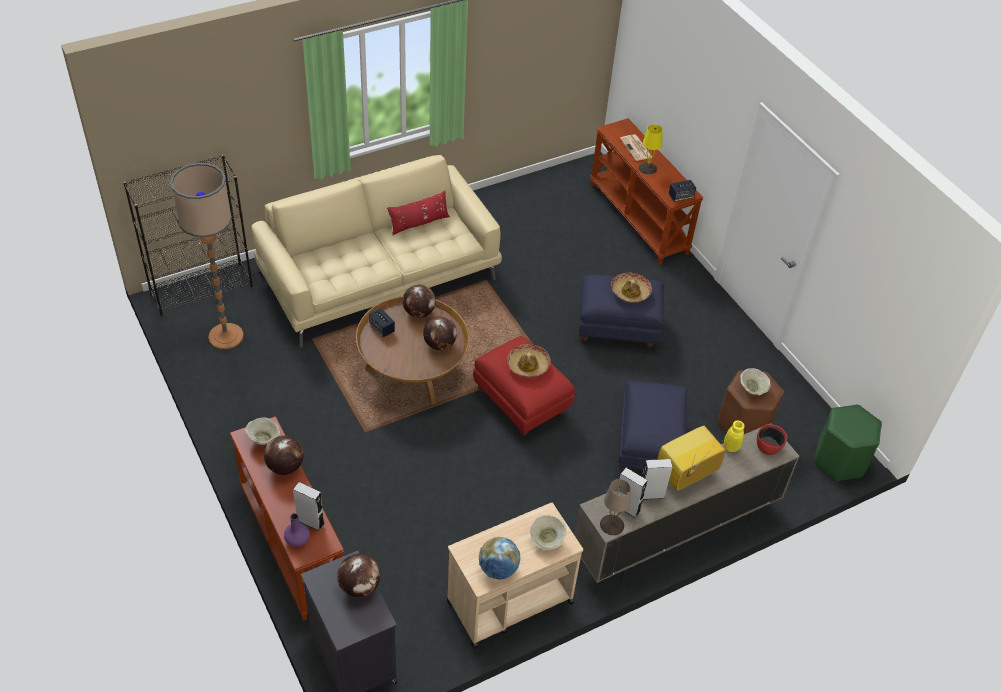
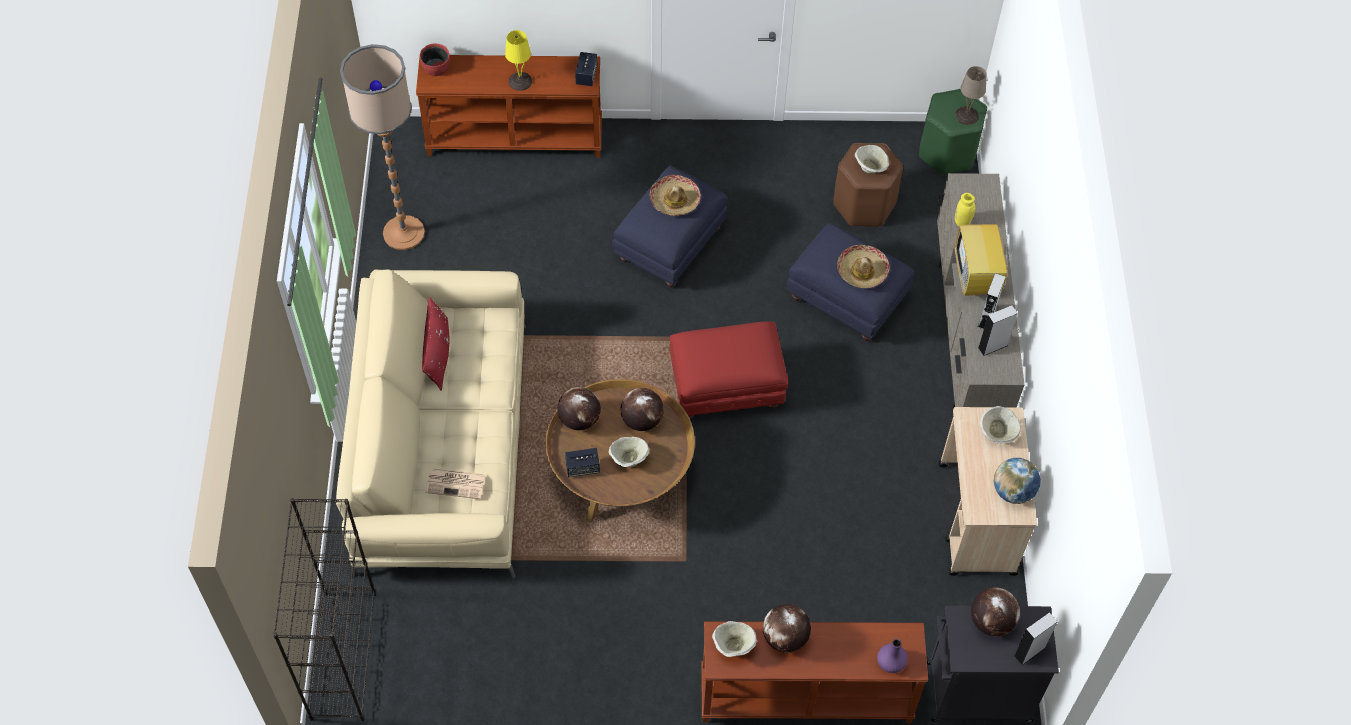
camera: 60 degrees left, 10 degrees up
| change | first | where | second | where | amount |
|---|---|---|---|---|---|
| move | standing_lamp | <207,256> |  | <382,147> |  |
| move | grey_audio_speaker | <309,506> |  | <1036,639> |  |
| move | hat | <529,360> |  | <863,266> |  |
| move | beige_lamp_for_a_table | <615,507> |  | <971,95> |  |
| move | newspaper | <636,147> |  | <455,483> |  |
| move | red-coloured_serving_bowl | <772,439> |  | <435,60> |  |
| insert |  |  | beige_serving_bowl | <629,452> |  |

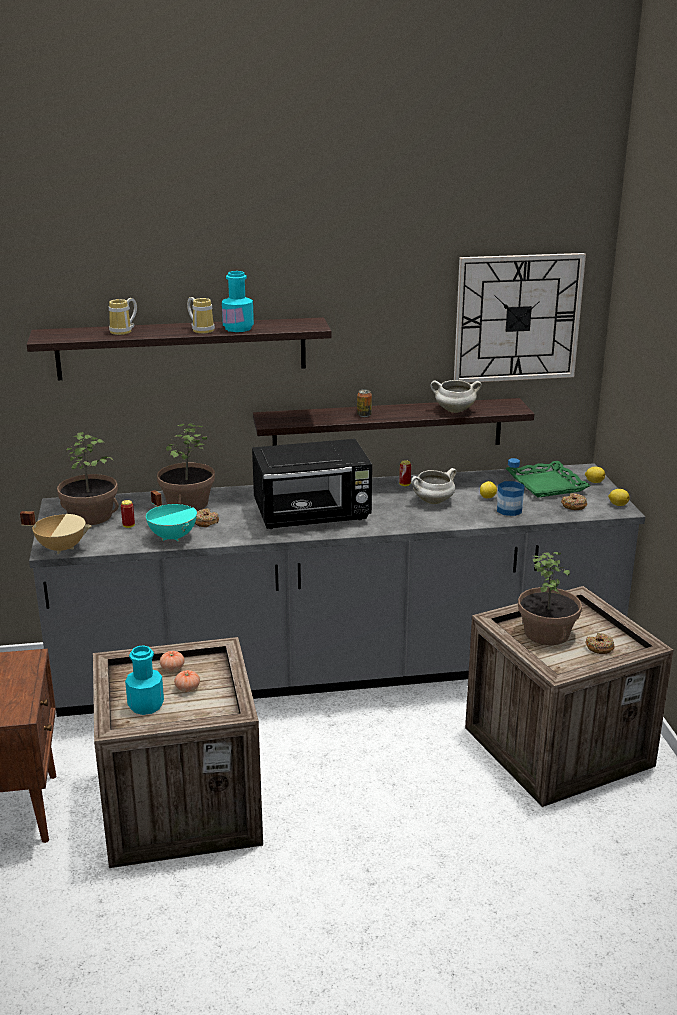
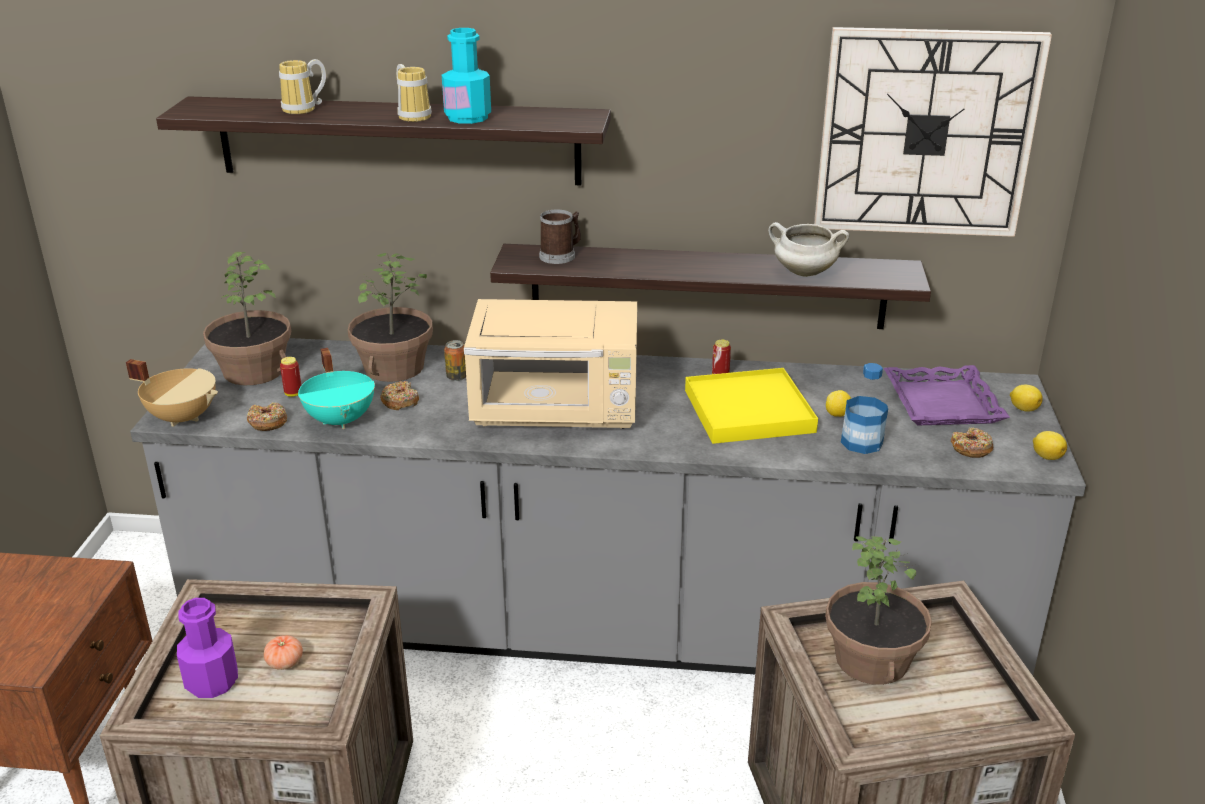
camera: 15 degrees right, 5 degrees up
| change | first | where | second | where | amount |
|---|---|---|---|---|---|
| recolor | blue-green_bottle | <144,680> | purple-coloured_bottle | <207,648> |  |
| delete | tomato | <172,661> |  |  |  |
| recolor | black_kitchen_microwave | <312,484> | beige_kitchen_microwave | <550,364> |  |
| move | metal_can | <364,403> |  | <455,360> |  |
| replace | white_stockpot | <434,486> | yellow-coloured_serving_tray | <751,406> |  |
| recolor | green_serving_tray | <548,479> | purple-coloured_serving_tray | <947,395> |  |
| move | doughnut | <600,643> |  | <267,416> |  |
| insert |  |  | tea_mug | <560,237> |  |

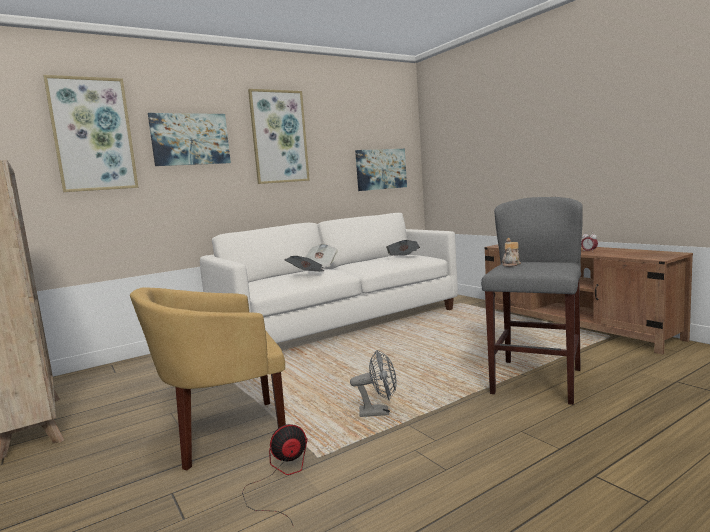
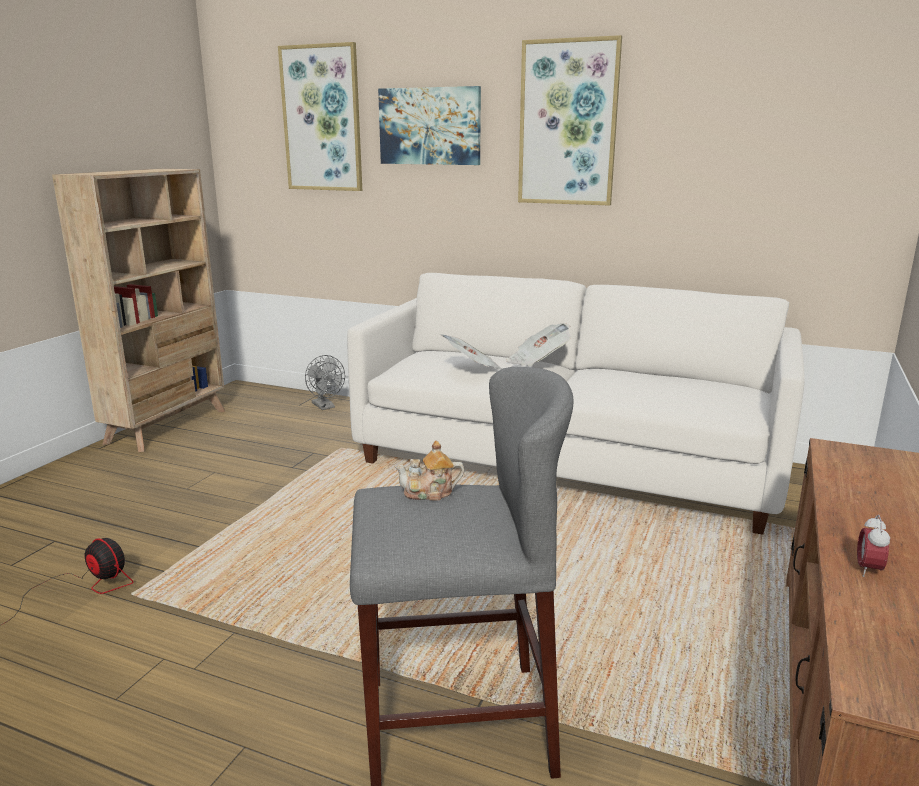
camera: 55 degrees right, 10 degrees up
| change | first | where | second | where | amount |
|---|---|---|---|---|---|
| delete | yellow-coloured_lounge_chair | <208,378> |  |  |  |
| move | grey_cooling_fan | <373,383> |  | <325,382> |  |
| delete | wall_art | <381,170> |  |  |  |
| delete | newspaper | <403,248> |  |  |  |

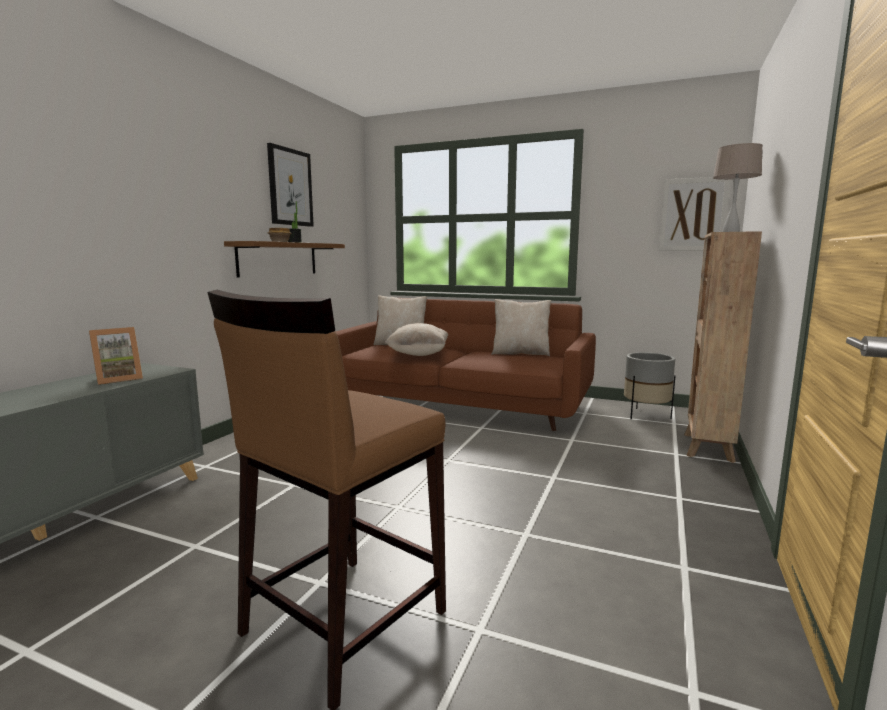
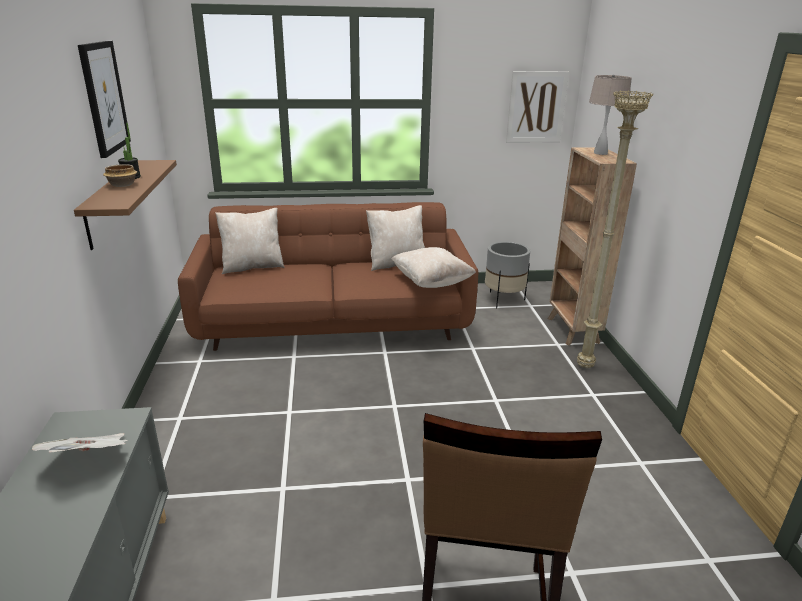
camera: 30 degrees left, 15 degrees up
| change | first | where | second | where | amount |
|---|---|---|---|---|---|
| replace | standing_frame | <116,356> | newspaper | <79,442> |  |
| move | beige_pillow | <416,339> |  | <433,267> |  |
| insert |  |  | beige_standing_lamp | <615,229> |  |

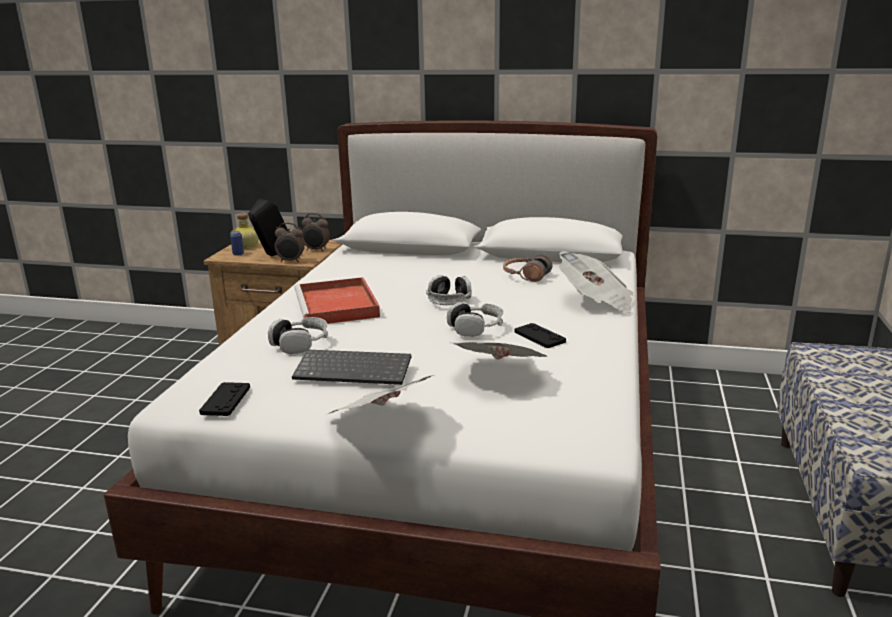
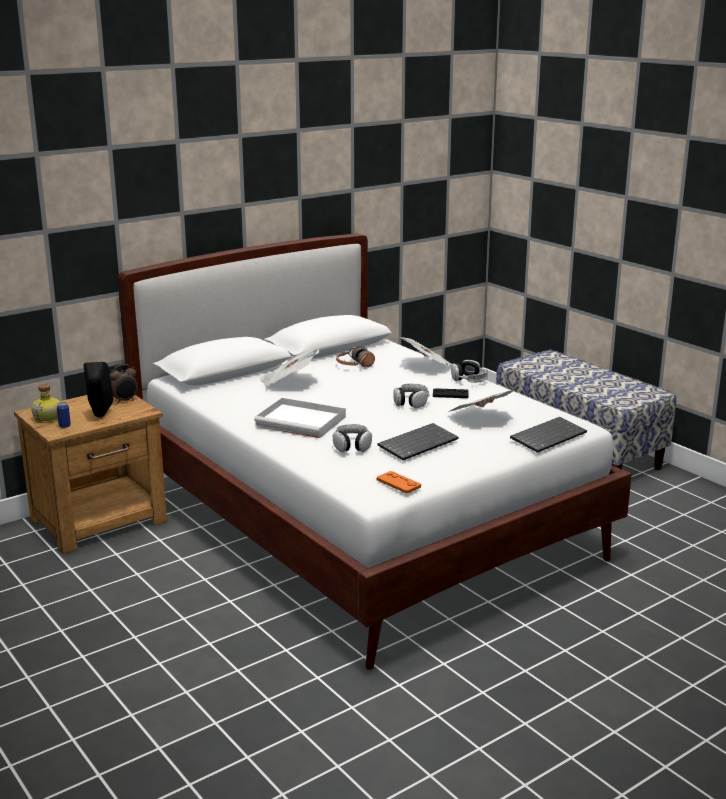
camera: 50 degrees left, 0 degrees up
| change | first | where | second | where | amount |
|---|---|---|---|---|---|
| recolor | black_game_controller | <224,399> | orange-coloured_game_controller | <399,482> |  |
| delete | table_clock | <290,243> |  |  |  |
| recolor | red-coloured_serving_tray | <337,300> | white_serving_tray | <300,417> |  |
| move | newspaper | <381,394> |  | <289,367> |  |
| move | pair_of_headphones | <449,290> |  | <469,371> |  |
| insert |  |  | PC_keyboard | <548,435> |  |

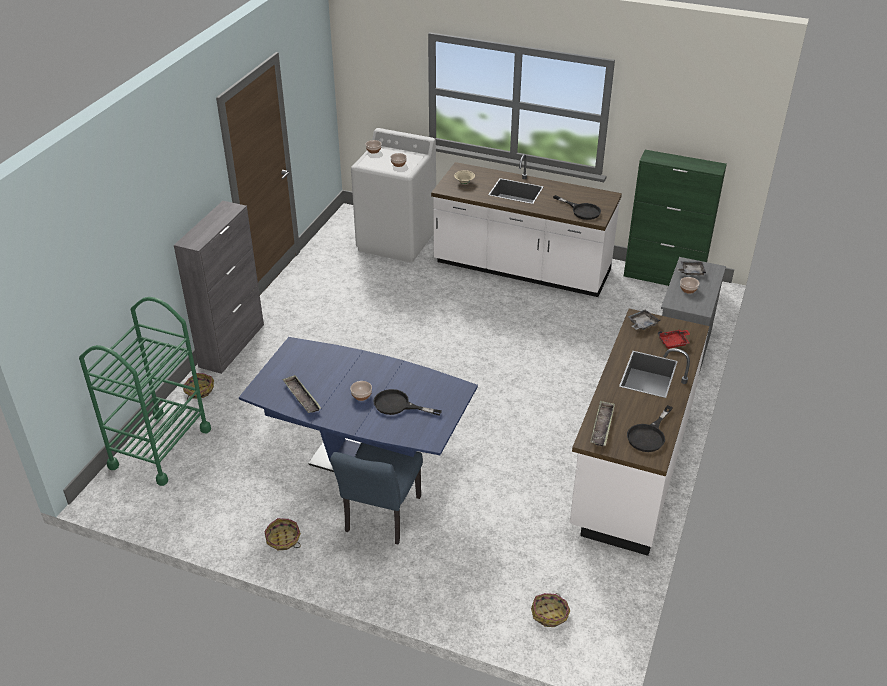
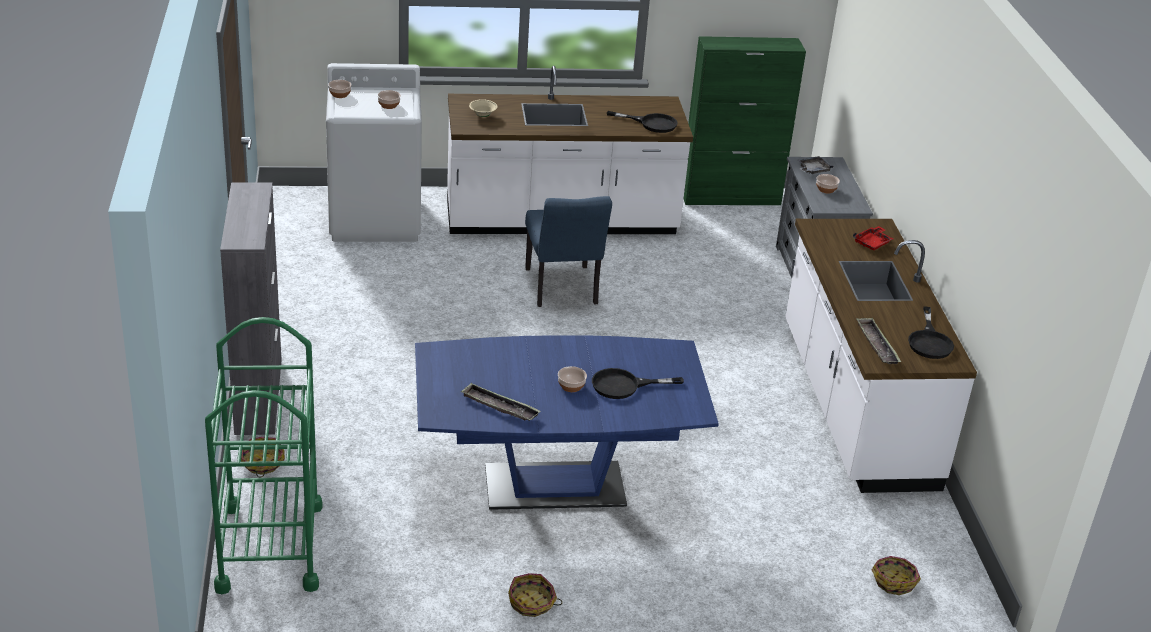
camera: 30 degrees left, 5 degrees down
| change | first | where | second | where | amount |
|---|---|---|---|---|---|
| move | bluish_chair | <376,493> |  | <568,251> |  |
| delete | grey_serving_tray | <644,320> |  |  |  |

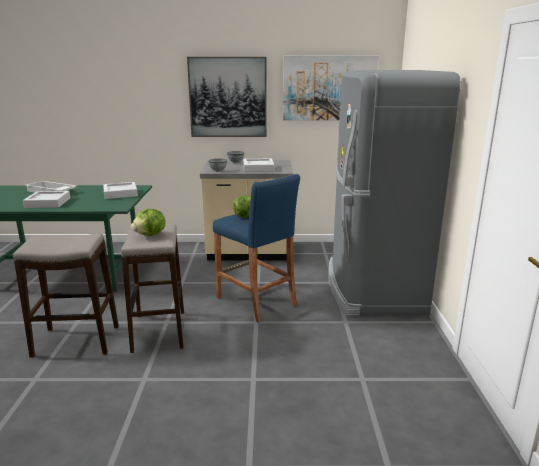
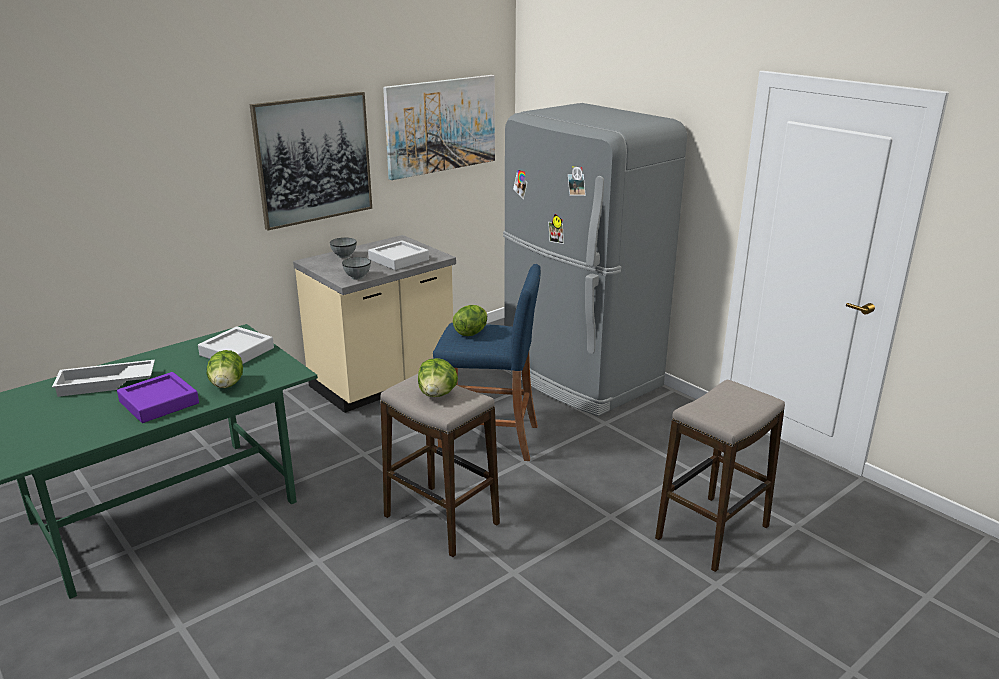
camera: 40 degrees left, 5 degrees up
| change | first | where | second | where | amount |
|---|---|---|---|---|---|
| move | sitting_stool | <66,296> |  | <720,476> |  |
| recolor | grey_serving_tray | <46,199> | purple-coloured_serving_tray | <158,397> |  |
| insert |  |  | lettuce_head | <225,369> |  |

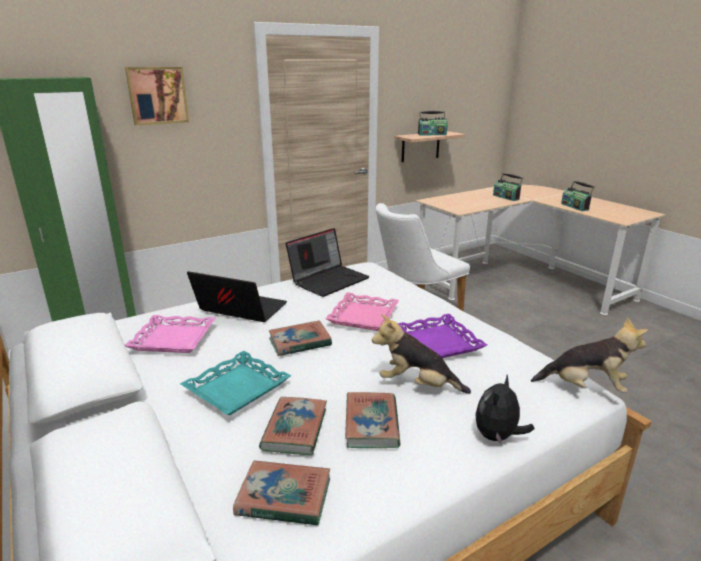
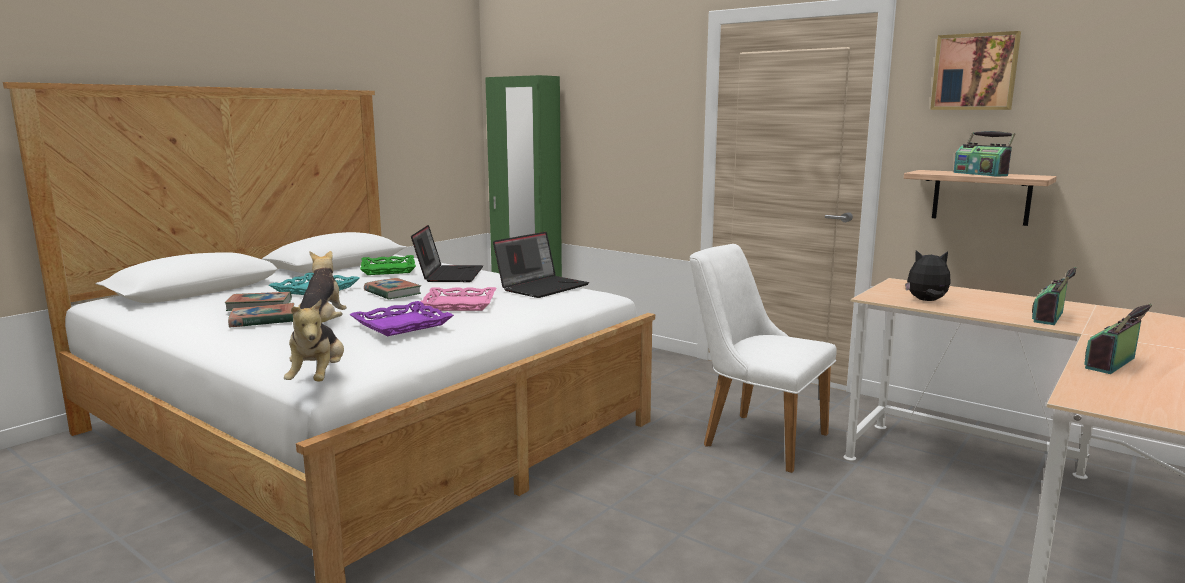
camera: 70 degrees right, 10 degrees down
| change | first | where | second | where | amount |
|---|---|---|---|---|---|
| move | wall_art | <157,96> |  | <975,70> |  |
| recolor | pink_serving_tray | <170,334> | green_serving_tray | <388,265> |  |
| delete | bound_book | <281,493> |  |  |  |
| rotate | notebook_computer | <327,262> |  | <541,265> | 75 degrees counterclockwise |
| move | cuddly_toy | <504,410> |  | <928,275> |  |

